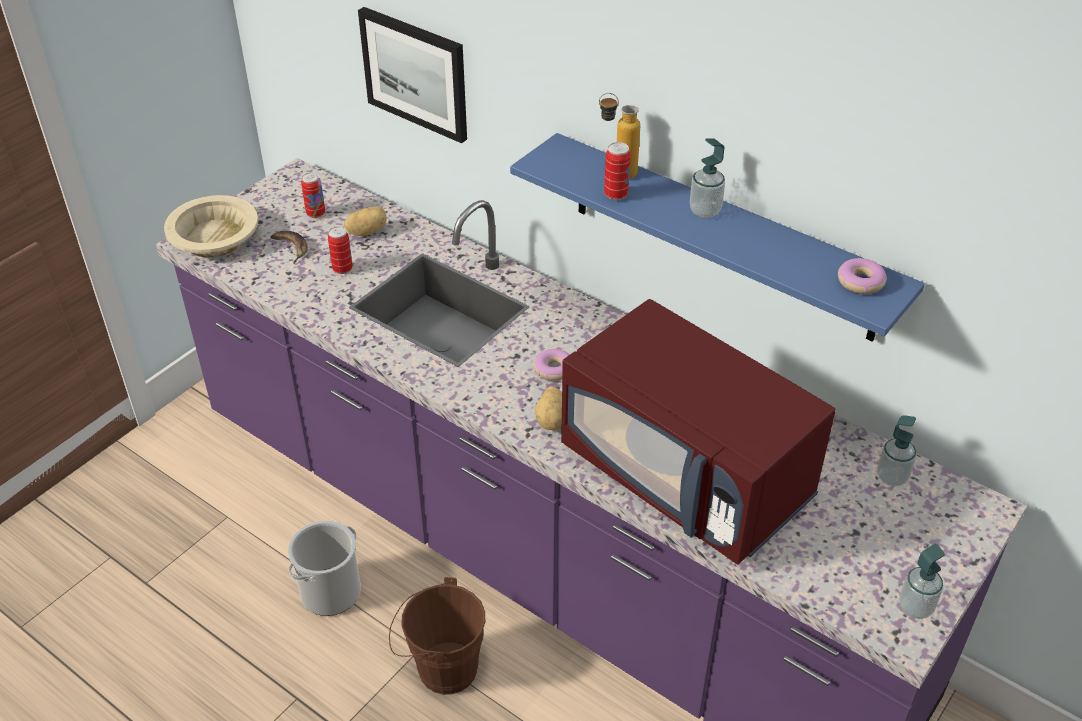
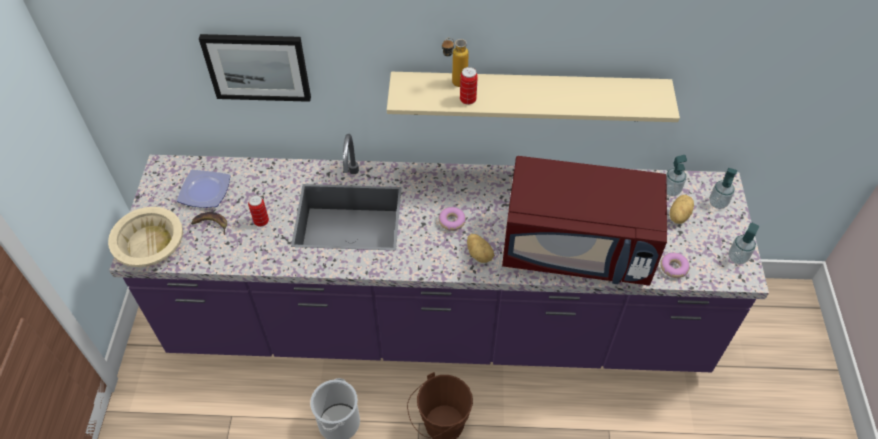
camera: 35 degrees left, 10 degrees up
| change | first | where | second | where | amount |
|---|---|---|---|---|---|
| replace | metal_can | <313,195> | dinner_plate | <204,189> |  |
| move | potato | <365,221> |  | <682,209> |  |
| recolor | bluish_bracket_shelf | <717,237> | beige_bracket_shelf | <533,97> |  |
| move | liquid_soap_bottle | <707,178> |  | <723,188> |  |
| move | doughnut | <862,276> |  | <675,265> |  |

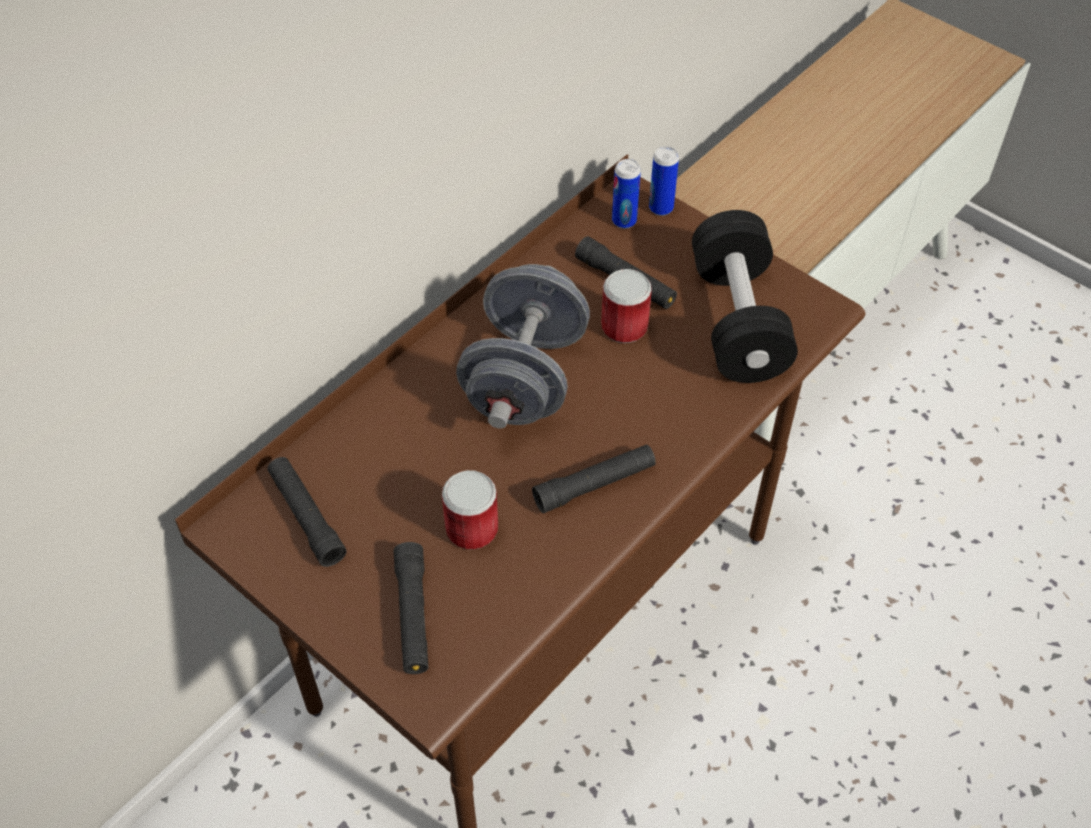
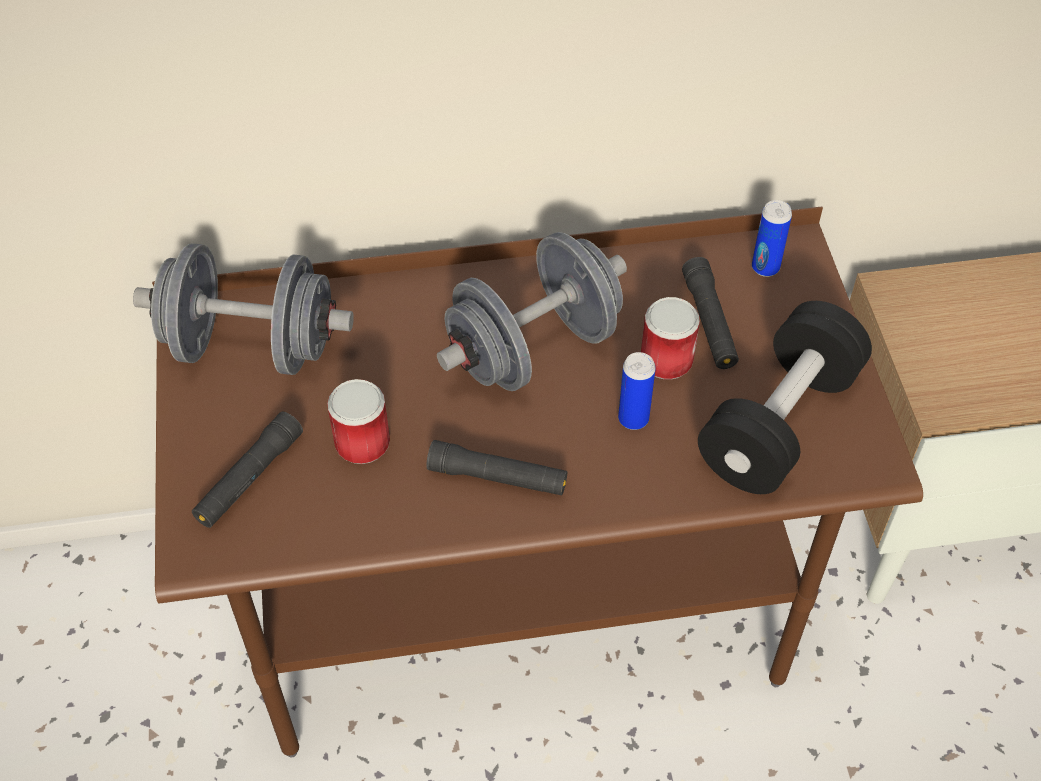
camera: 40 degrees right, 0 degrees up
| change | first | where | second | where | amount |
|---|---|---|---|---|---|
| replace | black_torch | <307,512> | grey_free_weight | <243,309> |  |
| move | metal_can | <664,181> |  | <637,391> |  |

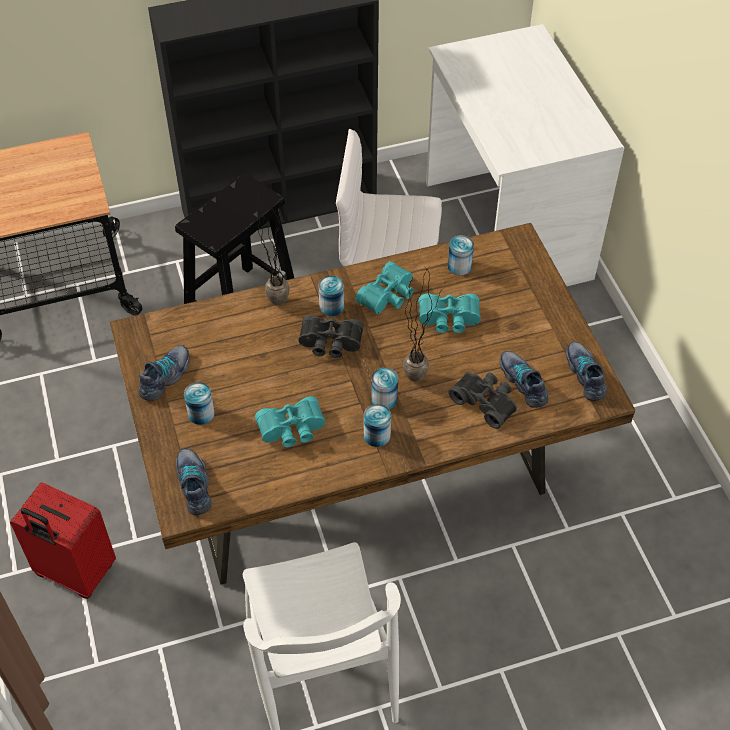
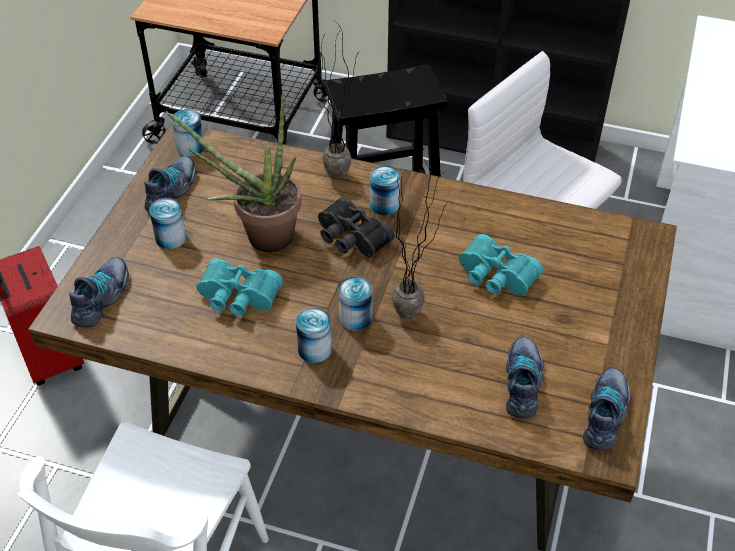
camera: 35 degrees right, 5 degrees down
| change | first | where | second | where | amount |
|---|---|---|---|---|---|
| rotate | shoe | <164,373> |  | <170,184> | 45 degrees counterclockwise |
| delete | blue-green_binoculars | <385,287> |  |  |  |
| move | metal_can | <461,255> |  | <188,133> |  |
| delete | black_binoculars | <482,401> |  |  |  |
| insert |  |  | houseplant | <234,173> |  |

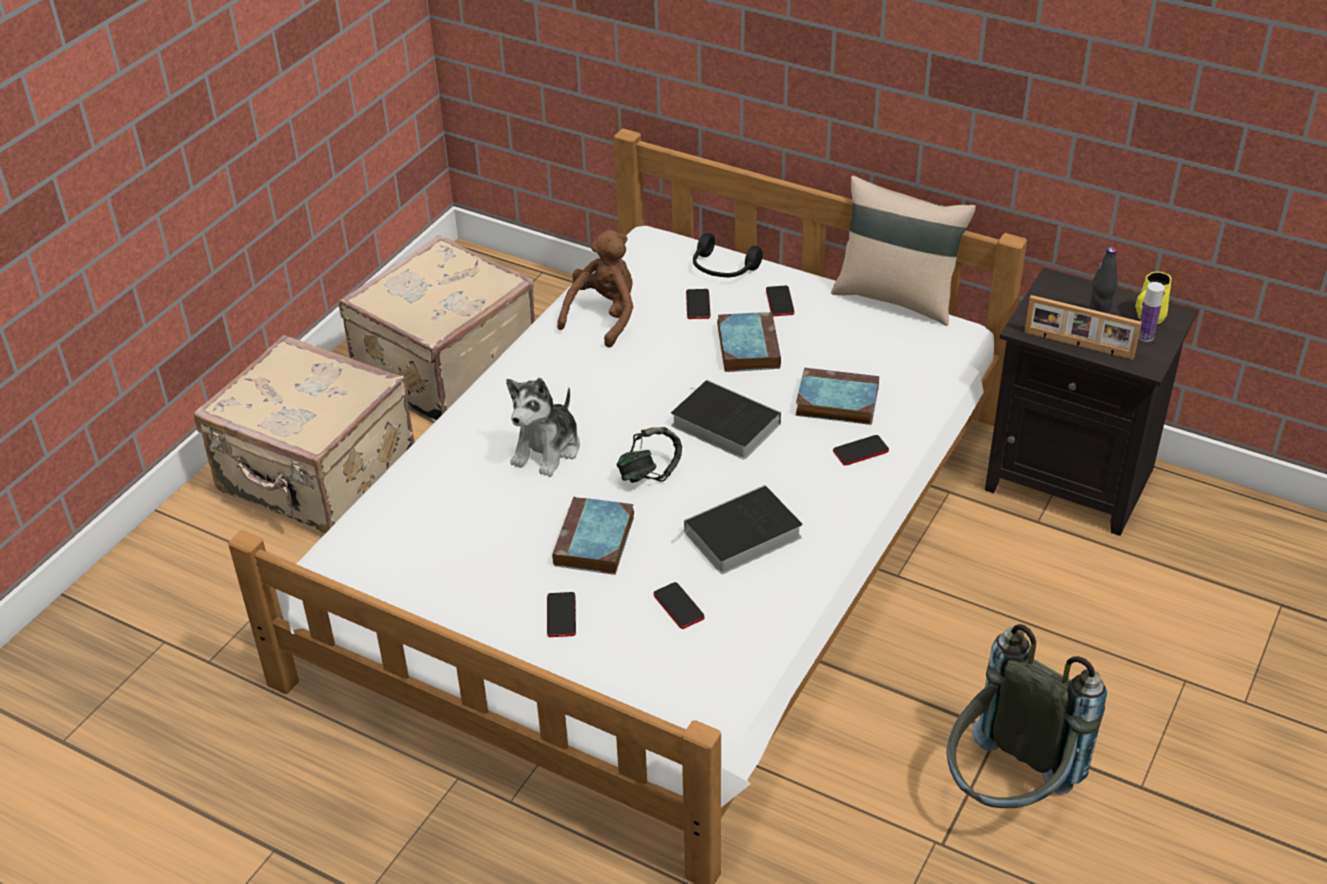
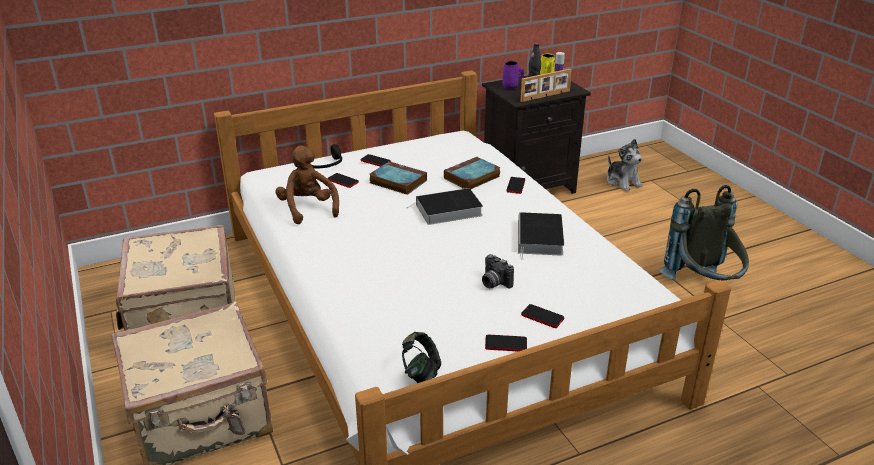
camera: 55 degrees left, 10 degrees down
| change | first | where | second | where | amount |
|---|---|---|---|---|---|
| move | cuddly_toy | <543,427> |  | <625,165> |  |
| replace | bound_book | <593,536> | still_camera | <498,271> |  |
| move | pair_of_headphones | <649,455> |  | <421,357> |  |
| move | telephone | <679,605> |  | <506,343> |  |
| delete | beige_pillow | <903,251> |  |  |  |
| insert |  |  | purple-coloured_tea_mug | <513,75> |  |

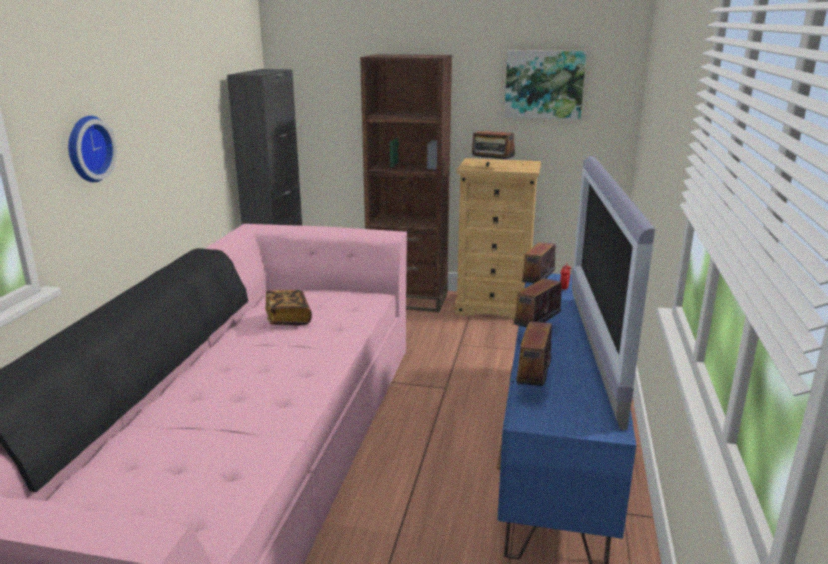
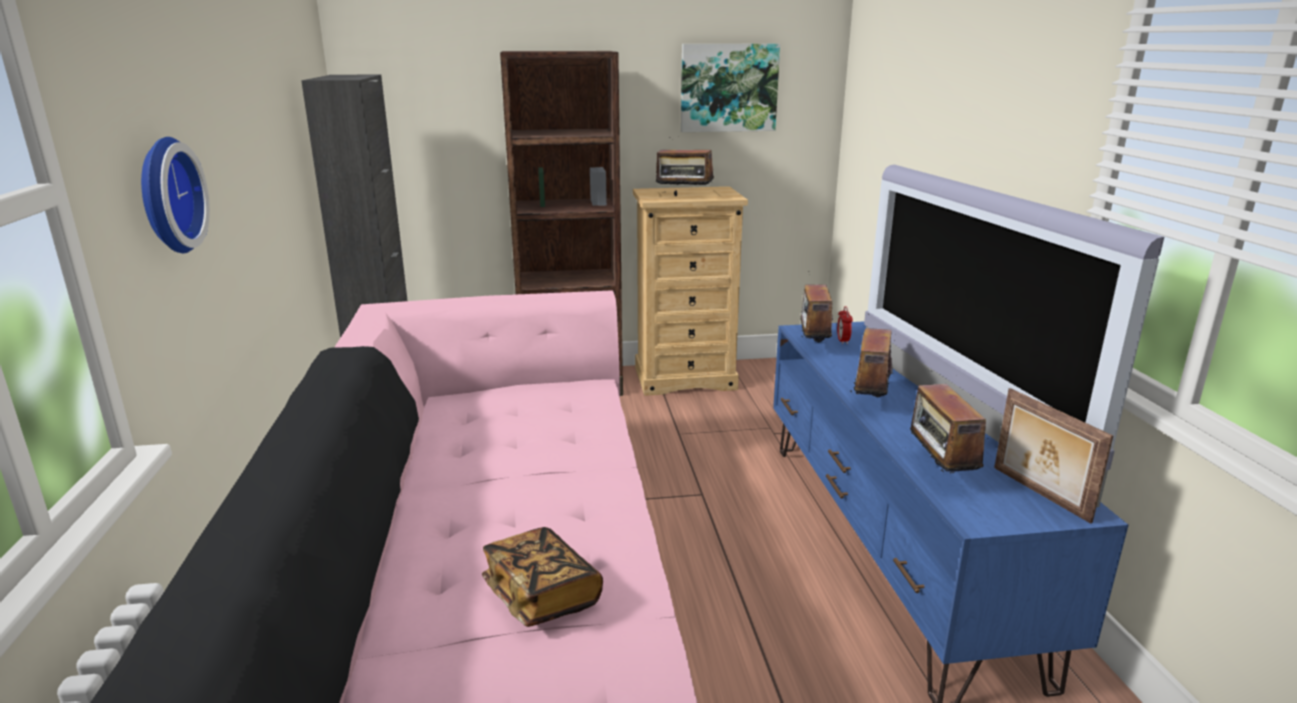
camera: 20 degrees left, 0 degrees up
| change | first | where | second | where | amount |
|---|---|---|---|---|---|
| move | bound_book | <288,308> |  | <542,577> |  |
| insert |  |  | standing_frame | <1053,456> |  |

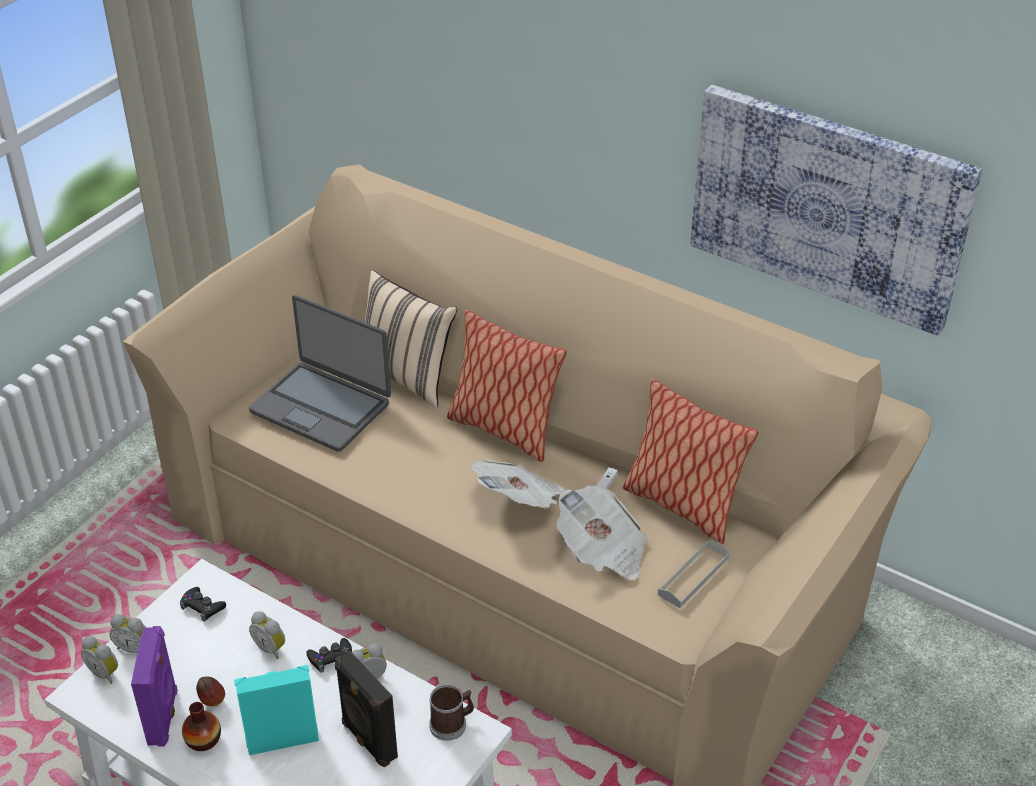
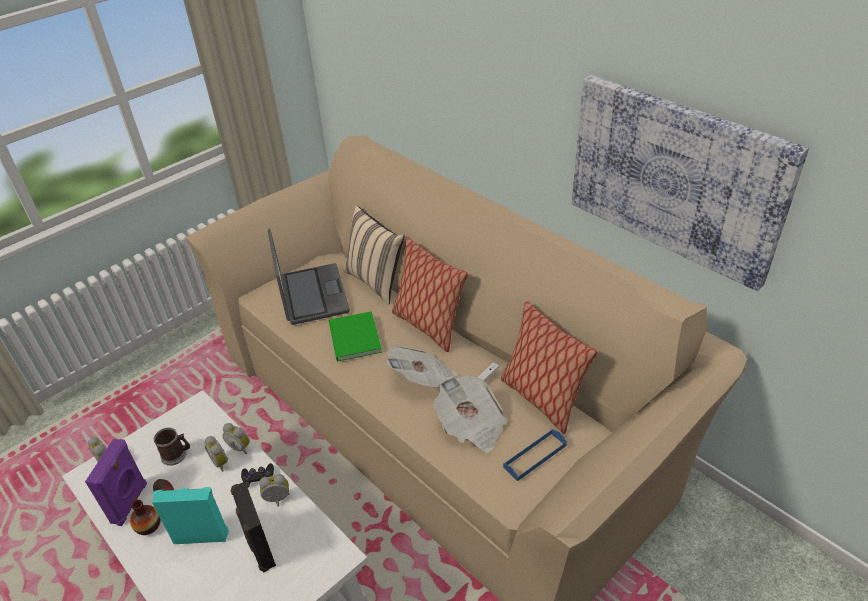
camera: 15 degrees right, 0 degrees up
| change | first | where | second | where | amount |
|---|---|---|---|---|---|
| move | table_clock | <127,633> |  | <236,438> |  |
| delete | black_game_controller | <203,604> |  |  |  |
| rotate | notebook_computer | <320,373> |  | <309,276> | 150 degrees counterclockwise |
| move | tea_mug | <451,712> |  | <172,446> |  |
| recolor | grey_serving_tray | <693,574> | bluish_serving_tray | <535,455> |  |
| insert |  |  | green_bound_book | <355,336> |  |

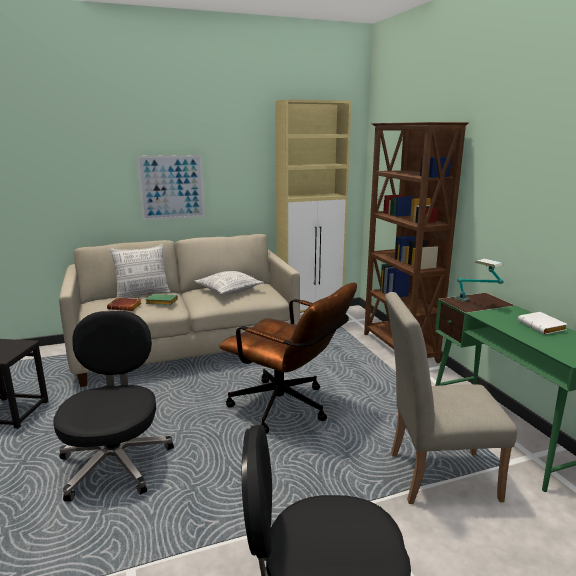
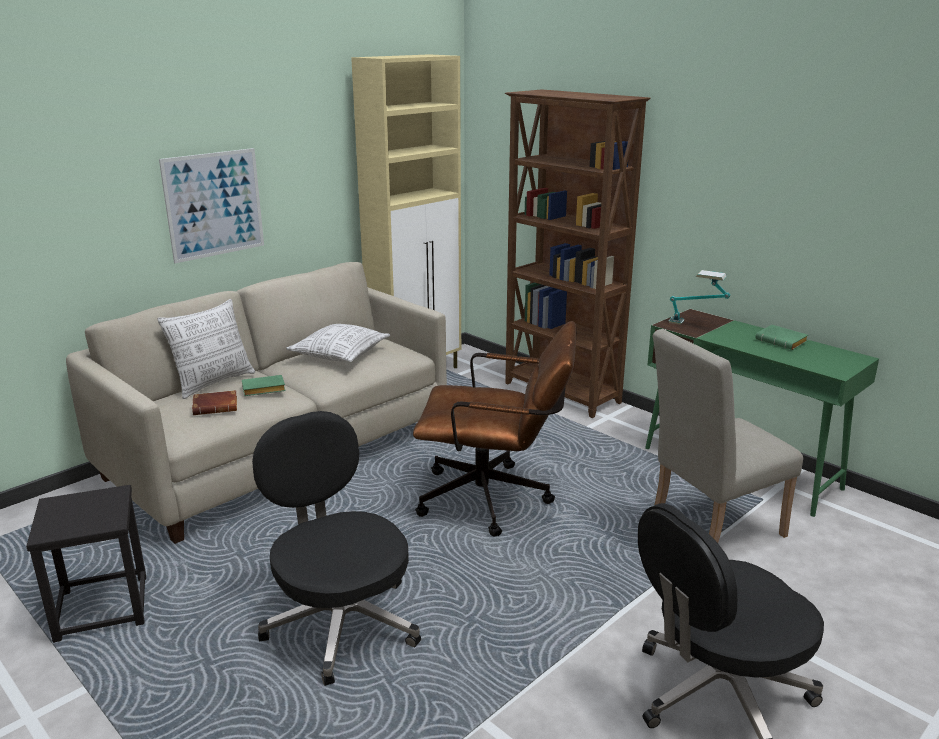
camera: 25 degrees left, 5 degrees up
| change | first | where | second | where | amount |
|---|---|---|---|---|---|
| recolor | white_bound_book | <543,323> | green_bound_book | <781,337> |  |

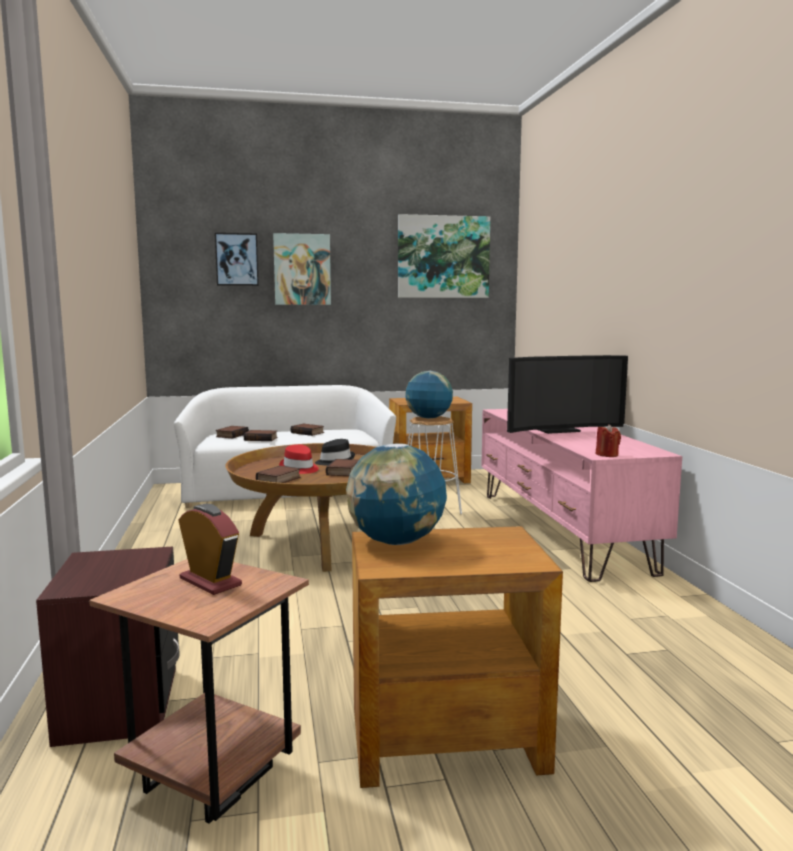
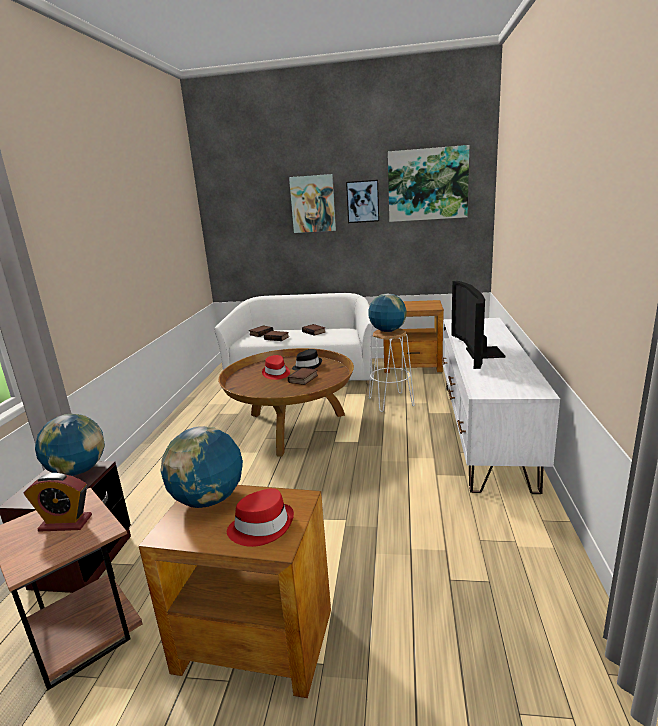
camera: 20 degrees right, 10 degrees up
| change | first | where | second | where | amount |
|---|---|---|---|---|---|
| rotate | table_clock | <210,549> |  | <58,502> | 120 degrees clockwise |
| move | wall_art | <237,259> |  | <362,201> |  |
| delete | bound_book | <278,474> |  |  |  |
| recolor | pink_media_console | <581,495> | white_media_console | <501,406> |  |
| rotate | television | <567,394> |  | <478,325> | 90 degrees clockwise |
| delete | red-coloured_wax_light | <608,440> |  |  |  |
| insert |  |  | world_globe | <70,445> |  |
| insert |  |  | red-coloured_hat | <260,517> |  |

